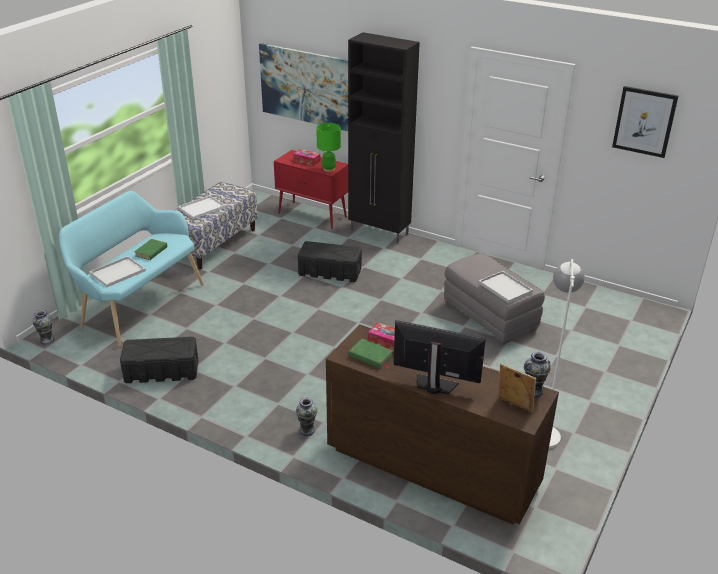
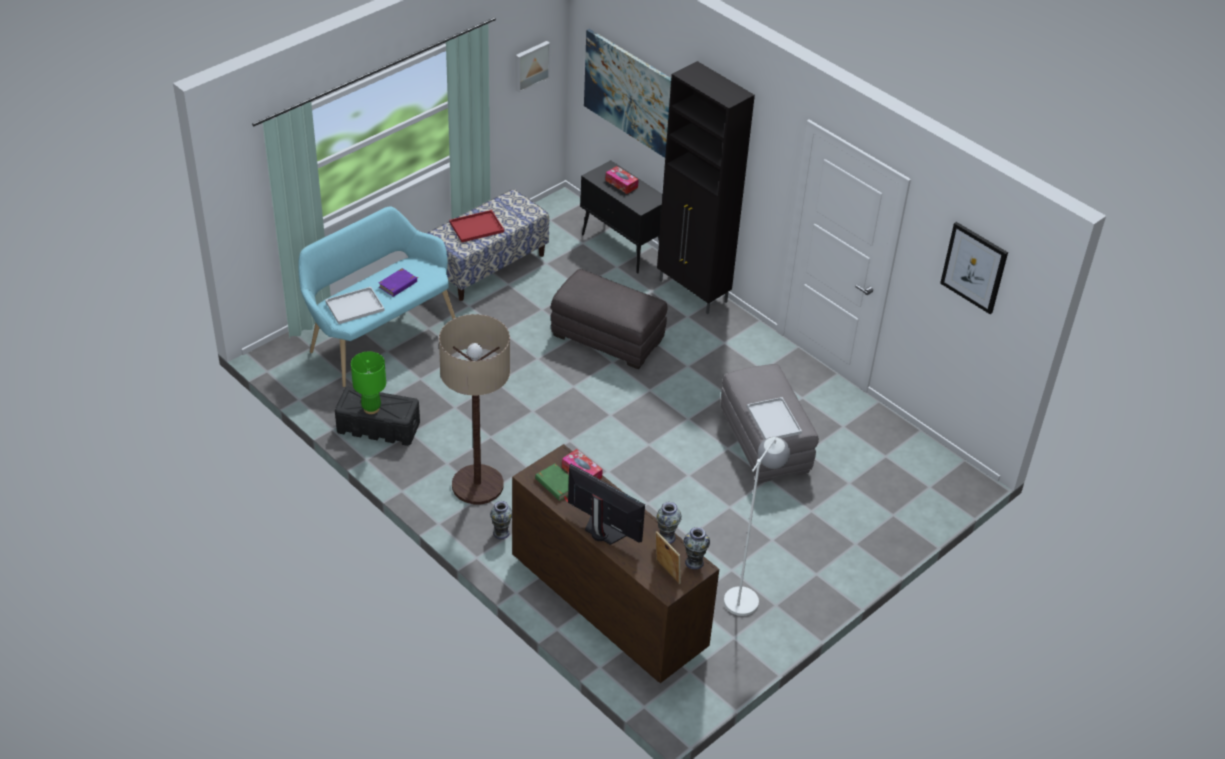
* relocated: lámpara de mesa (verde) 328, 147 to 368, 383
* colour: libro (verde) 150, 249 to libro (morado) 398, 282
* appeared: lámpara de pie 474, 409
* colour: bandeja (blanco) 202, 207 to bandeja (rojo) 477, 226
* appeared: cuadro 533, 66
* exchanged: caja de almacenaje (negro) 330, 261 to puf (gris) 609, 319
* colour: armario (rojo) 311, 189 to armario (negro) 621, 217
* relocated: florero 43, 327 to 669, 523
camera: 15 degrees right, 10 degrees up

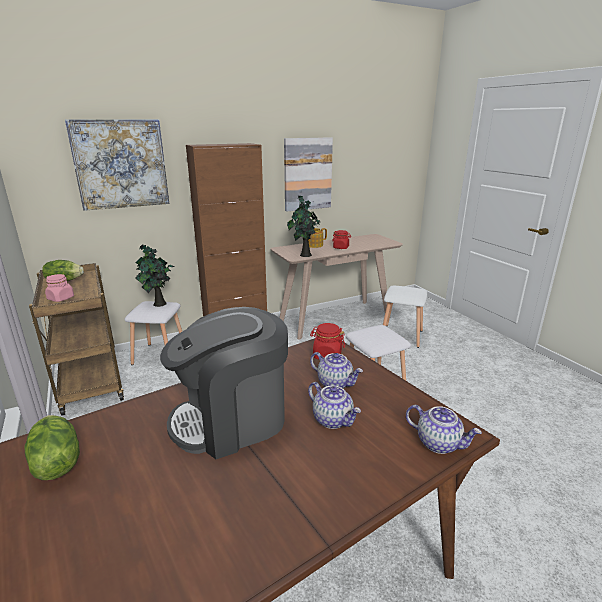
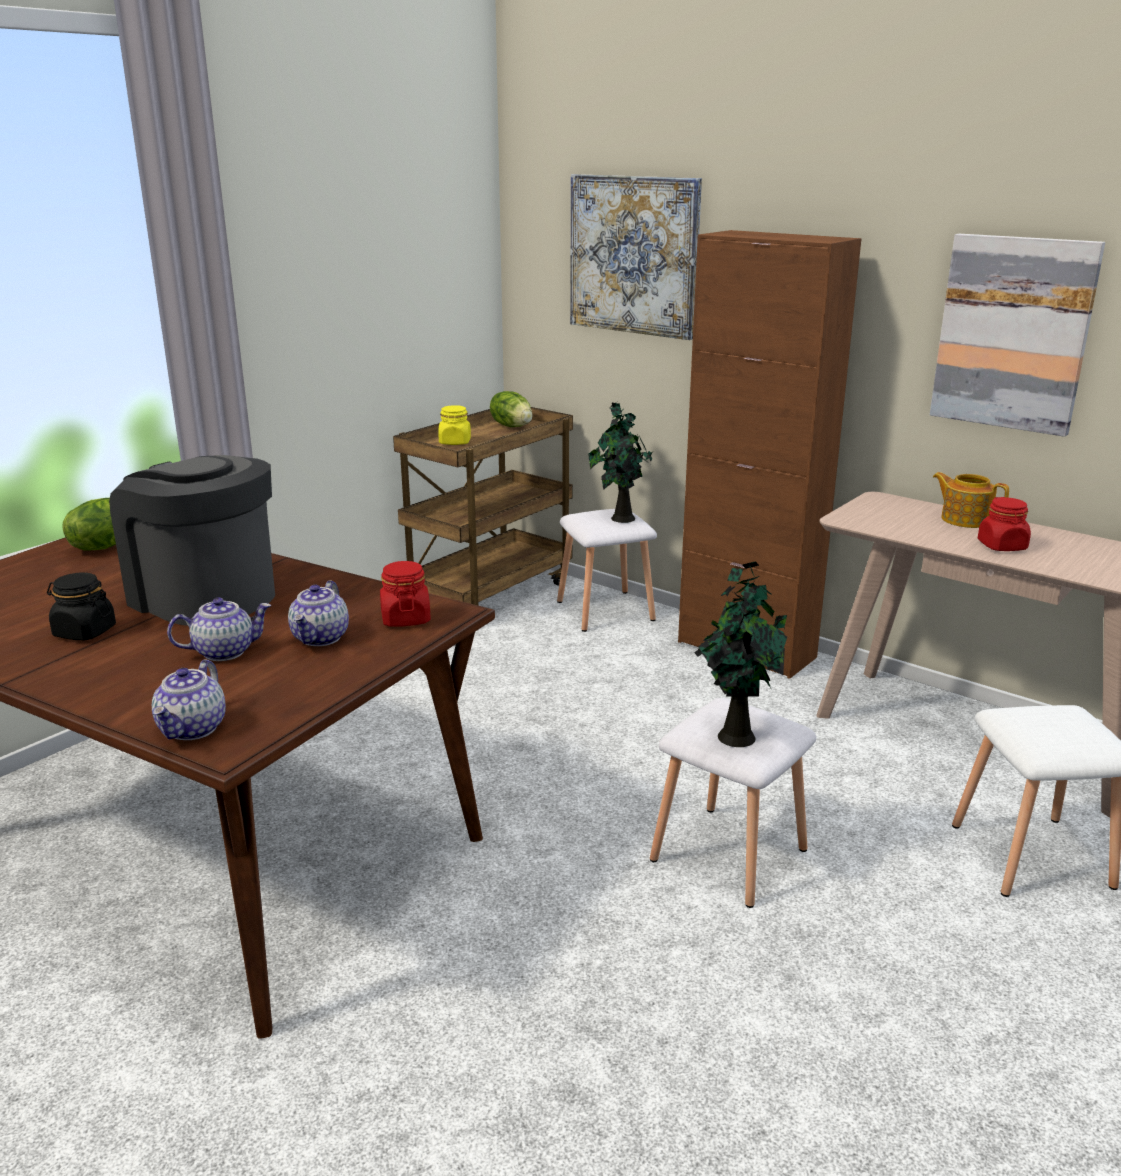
* appeared: tarro (negro) 81, 606
* spun: tetera 334, 405 = 219, 629 135 degrees counterclockwise
* colour: tarro (rosa) 59, 288 to tarro (amarillo) 454, 425
* relocated: planta en maceta 303, 226 to 740, 654
camera: 65 degrees right, 0 degrees up

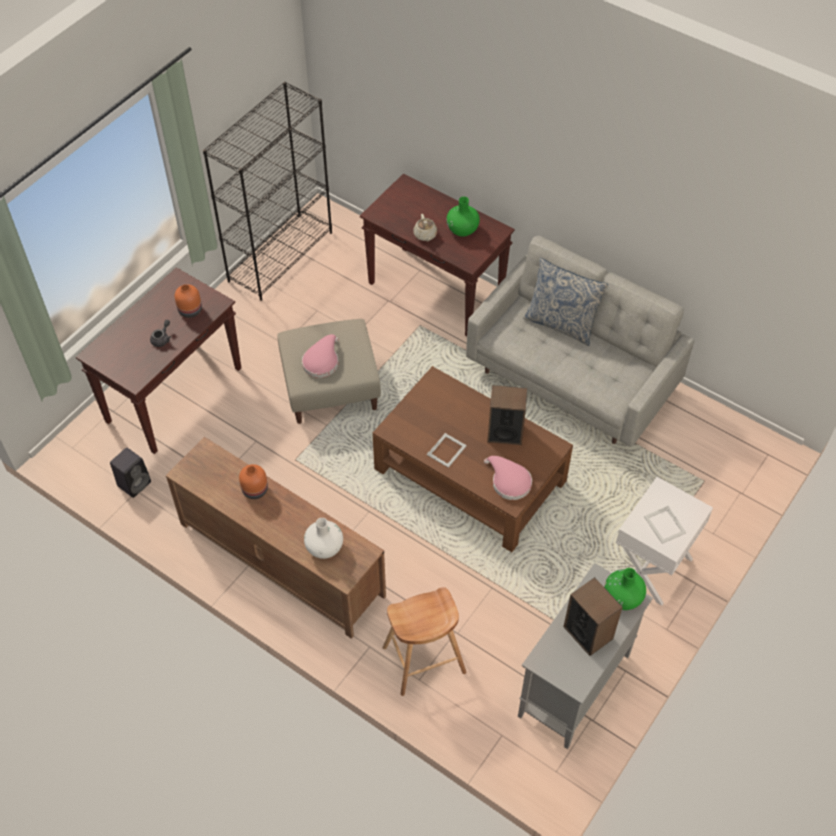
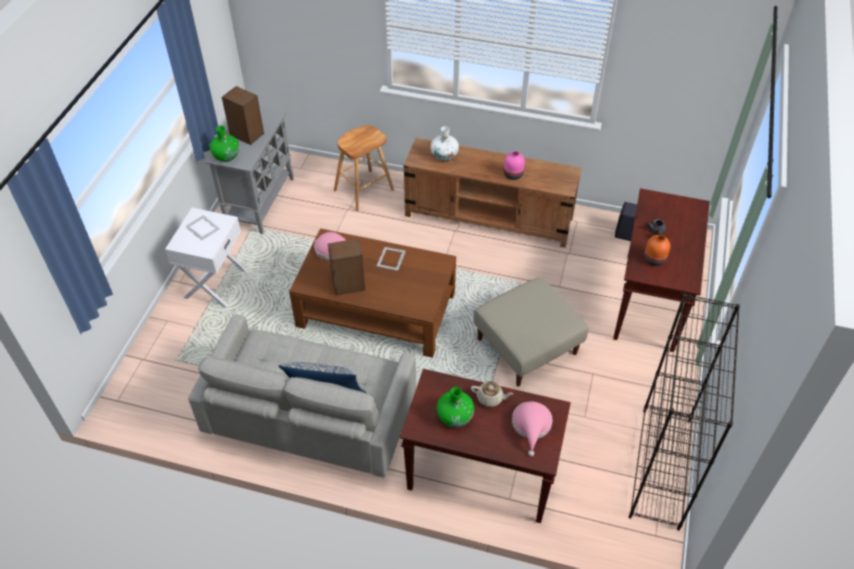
* spun: tetera (beis) 425, 227 = 492, 394 135 degrees clockwise
* colour: florero (naranja) 253, 481 to florero (rosa) 514, 165
* relocated: sombrero (rosa) 320, 356 to 532, 429
camera: 160 degrees right, 5 degrees down

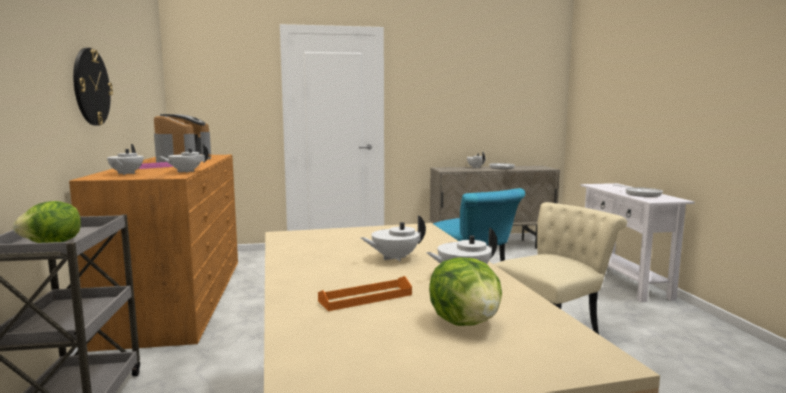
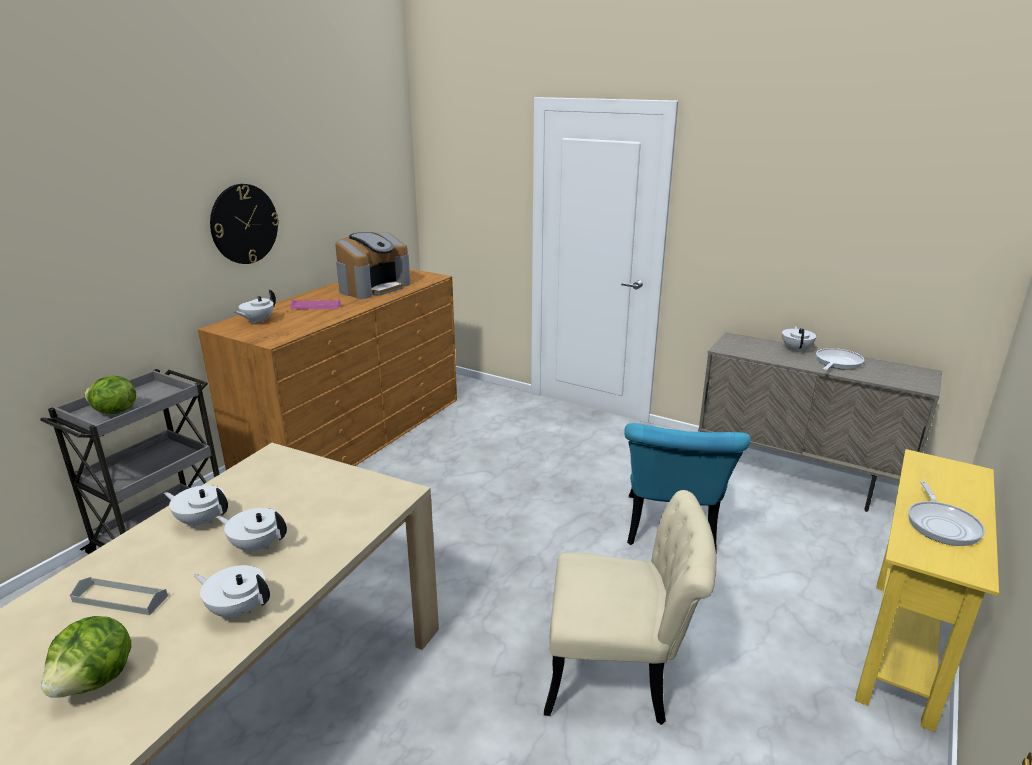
* colour: bandeja (naranja) 365, 293 to bandeja (gris) 119, 596
* relocated: tetera (blanco) 183, 158 to 196, 506
* colour: mesa consola (blanco) 637, 242 to mesa consola (amarillo) 927, 590
camera: 40 degrees right, 15 degrees up

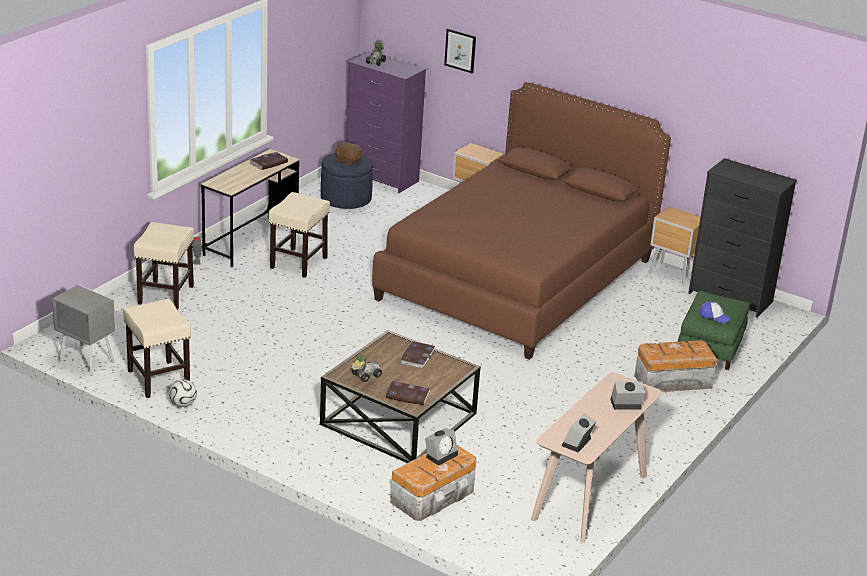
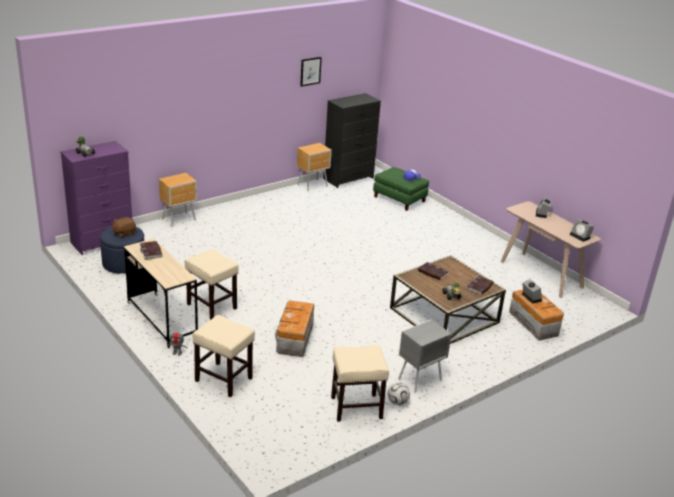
* relocated: caja de almacenaje 675, 366 to 294, 329
* relocated: cuadro 460, 50 to 311, 72
* relocated: mesita de noche (gris) 84, 330 to 424, 356
* missing: cama (marrón) 521, 221
camera: 70 degrees left, 0 degrees up

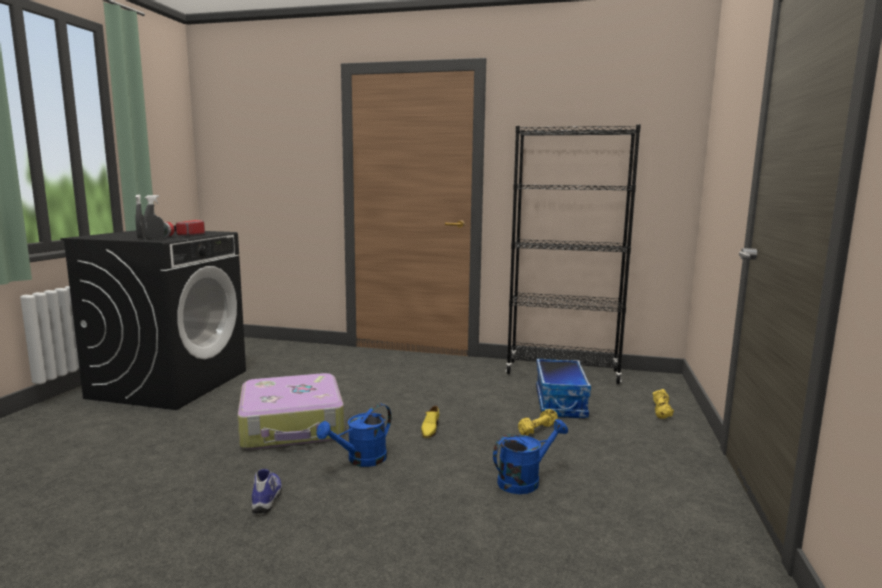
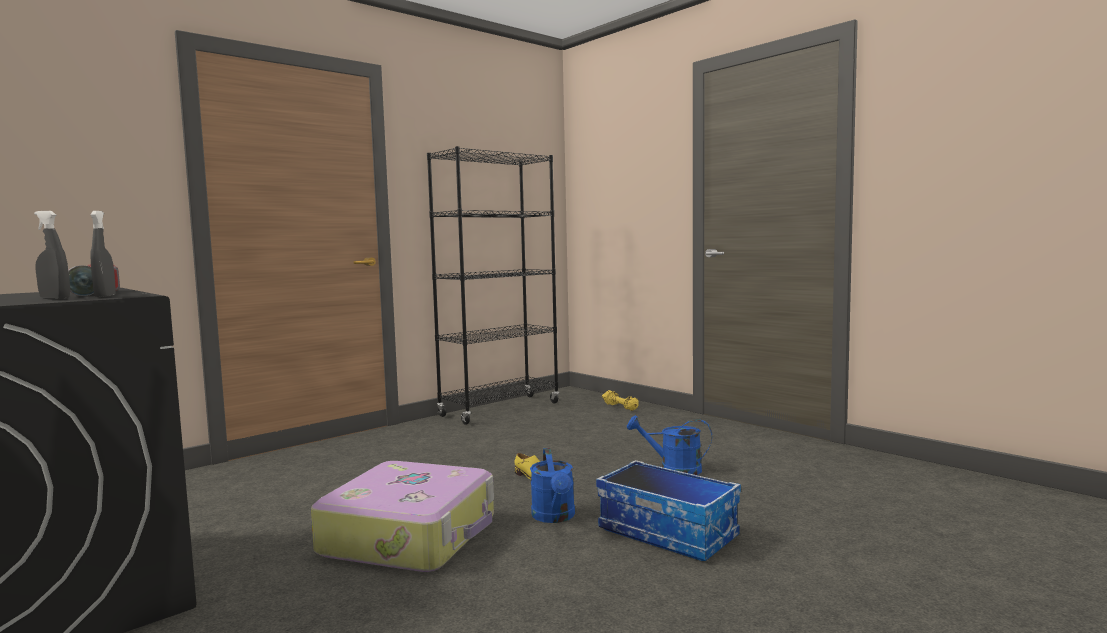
* relocated: caja de almacenaje 563, 388 to 668, 510
* spun: regadera (azul) 530, 456 = 669, 445 75 degrees counterclockwise
* missing: zapato 267, 491
* missing: mancuerna (amarillo) 538, 422
camera: 55 degrees left, 5 degrees down

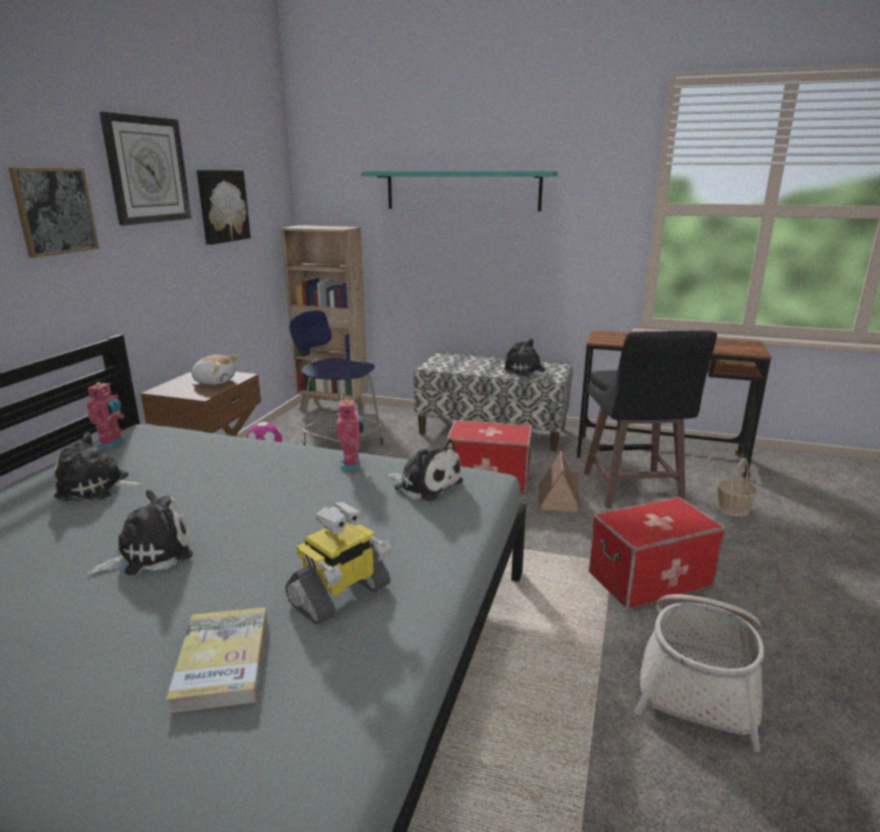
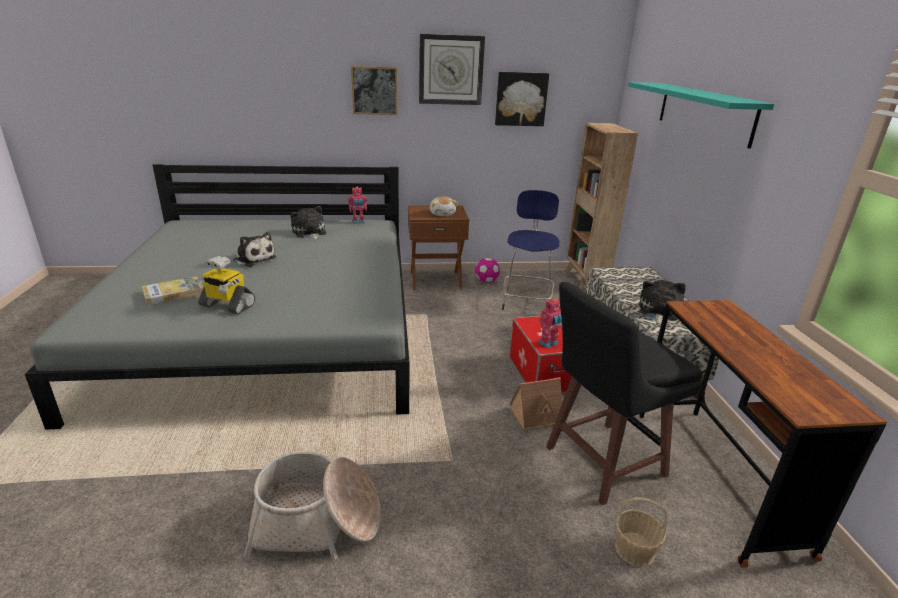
* relocated: robot de juguete 350, 433 to 550, 323
* missing: peluche 425, 470
* missing: caja de almacenaje 657, 553
camera: 65 degrees right, 5 degrees up

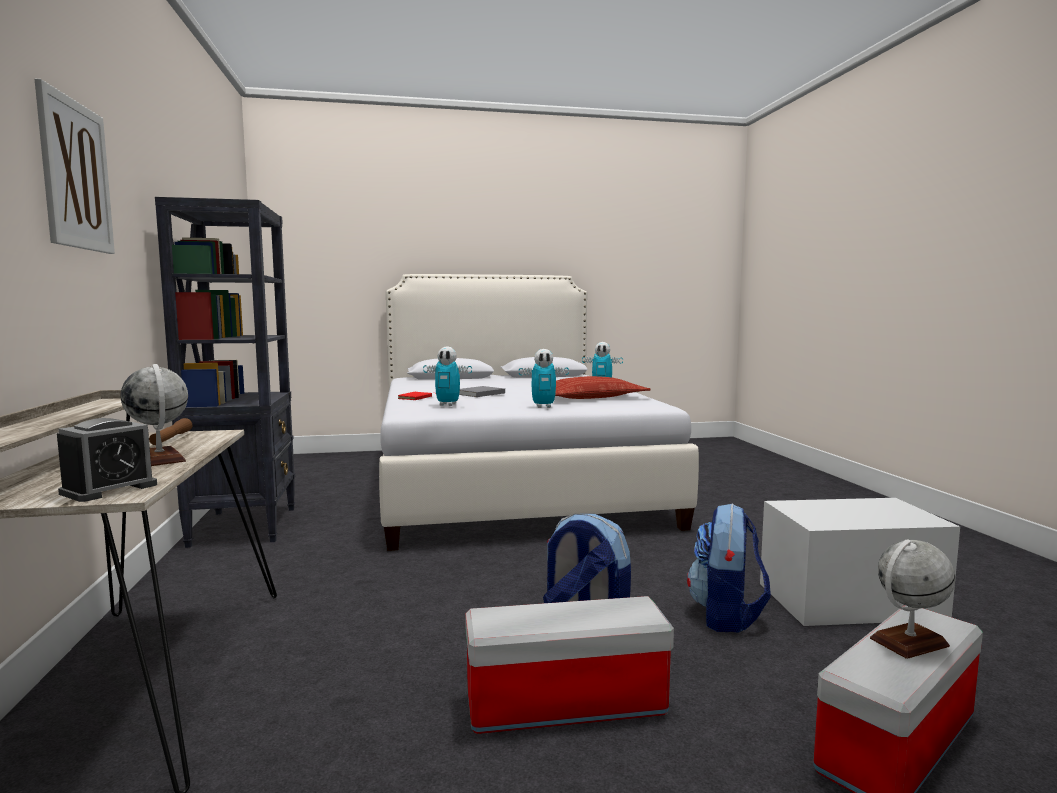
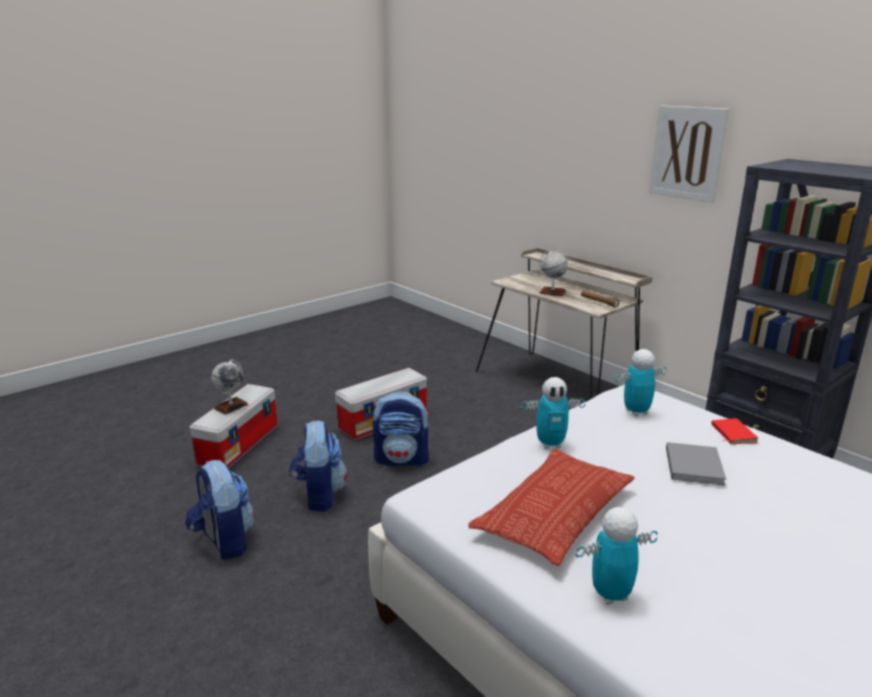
* exchanged: caja de almacenaje (blanco) 860, 562 to mochila 219, 510
* spun: robot de juguete 544, 378 = 553, 413 150 degrees counterclockwise
* missing: despertador 107, 460
camera: 150 degrees right, 15 degrees up

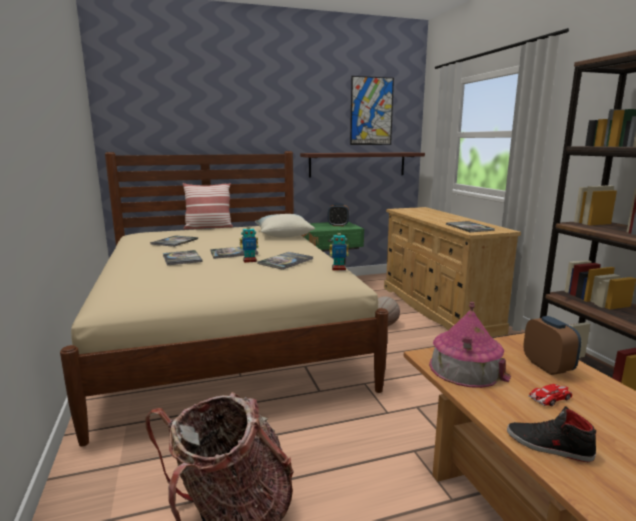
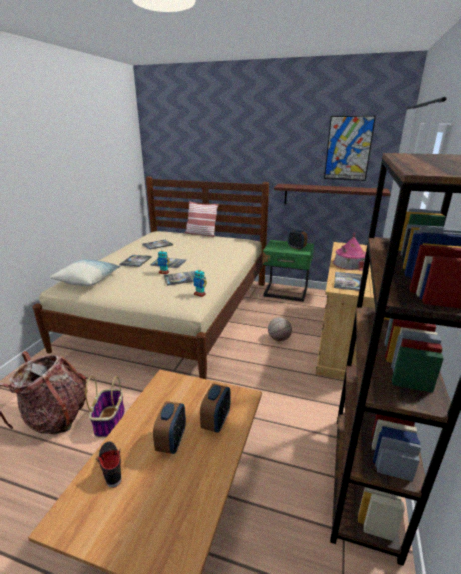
* relocated: cojín 285, 225 to 85, 272
* appeared: cesta 105, 406
* exchanged: coche de juguete 550, 395 to despertador 169, 427
* relocated: casita 470, 345 to 349, 252
camera: 35 degrees right, 10 degrees up

